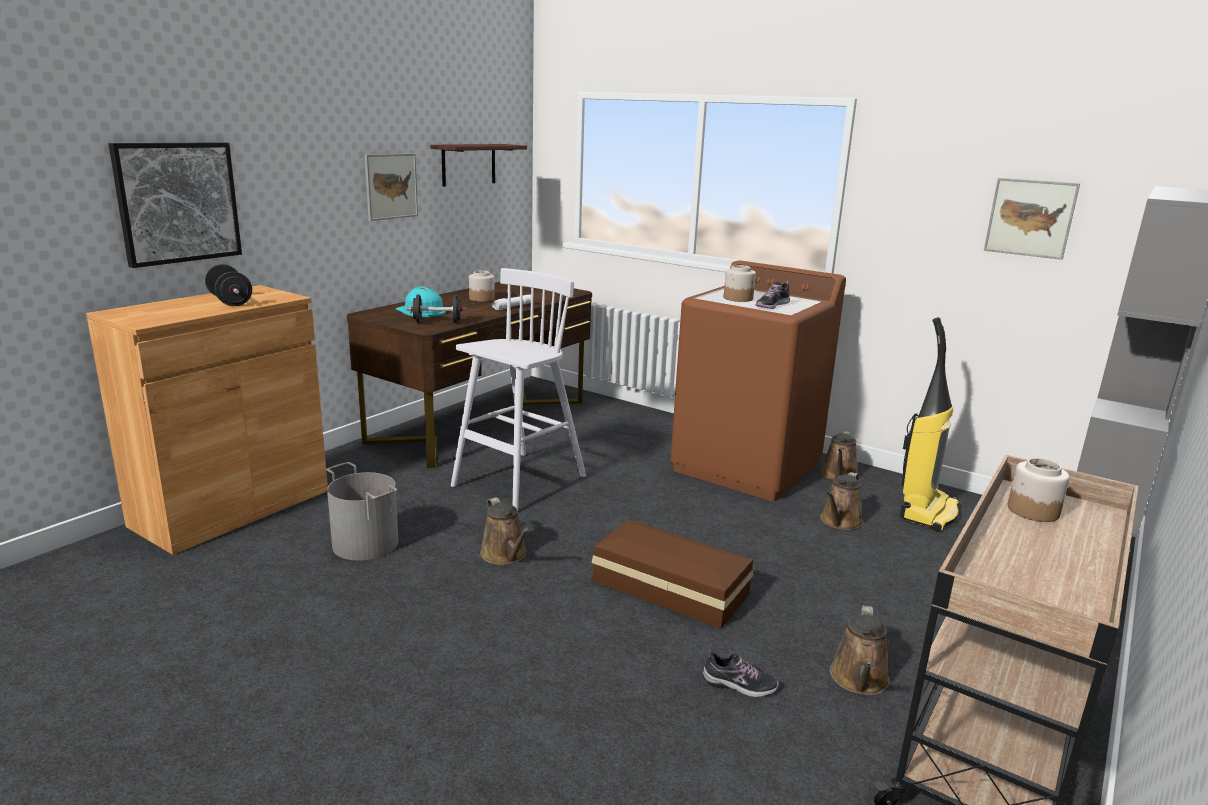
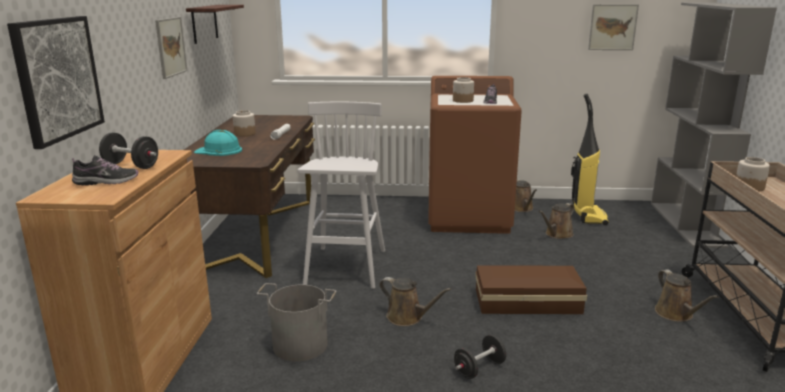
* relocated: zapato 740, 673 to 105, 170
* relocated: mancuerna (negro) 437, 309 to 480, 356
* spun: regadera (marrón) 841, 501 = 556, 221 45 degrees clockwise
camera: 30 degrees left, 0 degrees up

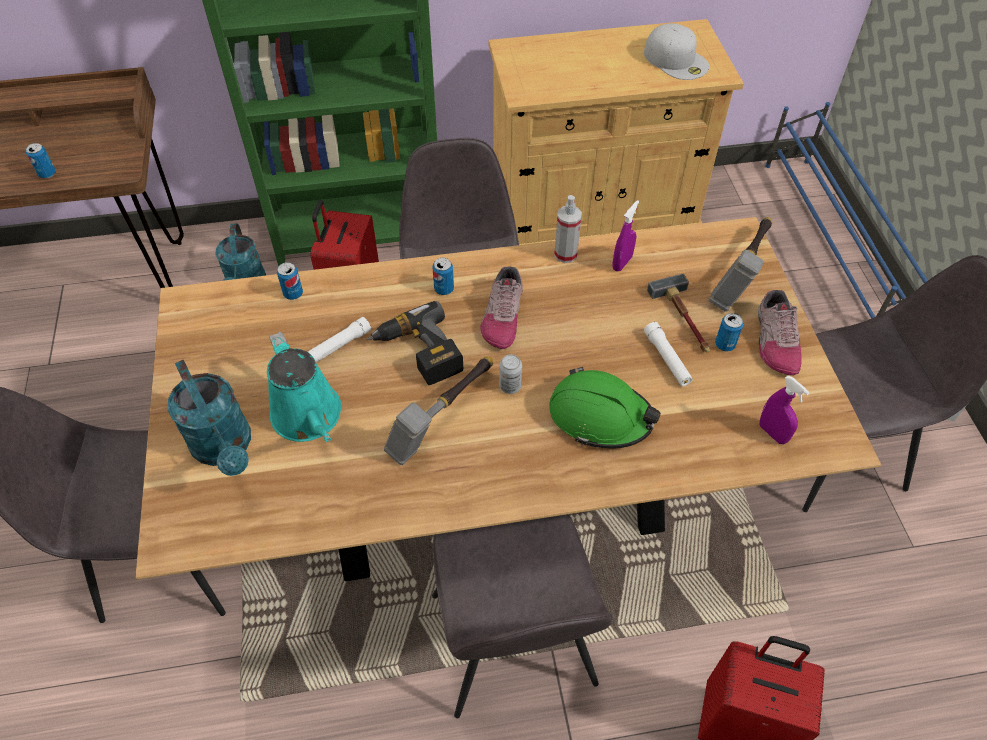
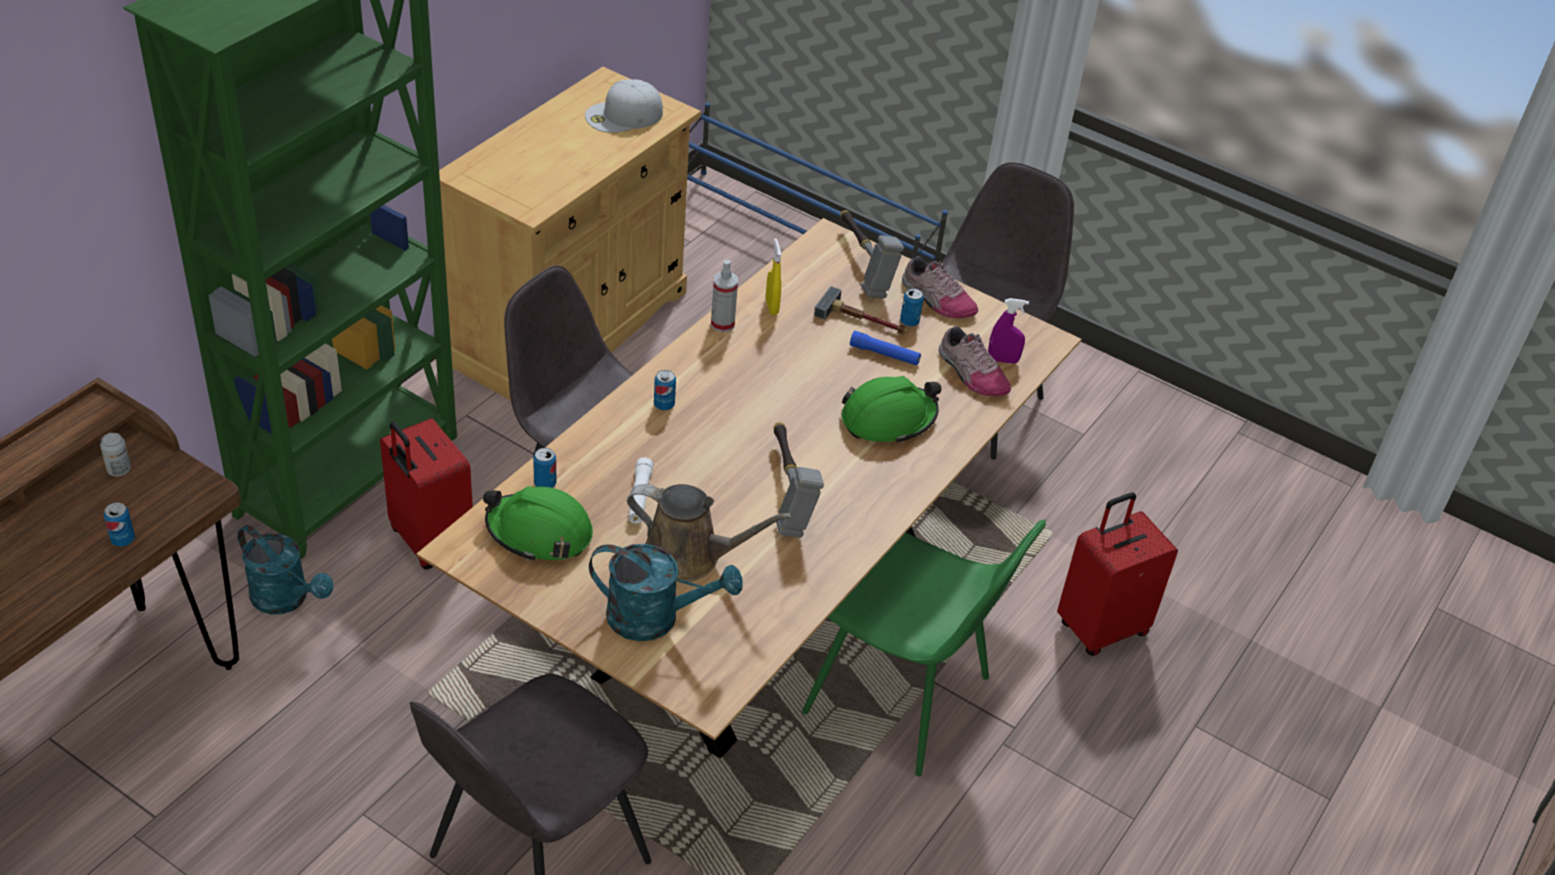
* relocated: lata 510, 374 to 115, 454
* appeared: casco (verde) 538, 523
* spun: gorra (blanco) 677, 51 = 624, 106 150 degrees clockwise
* colour: regadera (turquesa) 304, 387 to regadera (marrón) 709, 533
* colour: pulverizador (morado) 625, 236 to pulverizador (amarillo) 773, 276
* colour: silla (gris) 522, 616 to silla (verde) 924, 647
* colour: linterna (blanco) 668, 354 to linterna (azul) 885, 348
* relocated: zapato 501, 308 to 975, 361
* missing: taladro 415, 343
camera: 50 degrees left, 10 degrees down

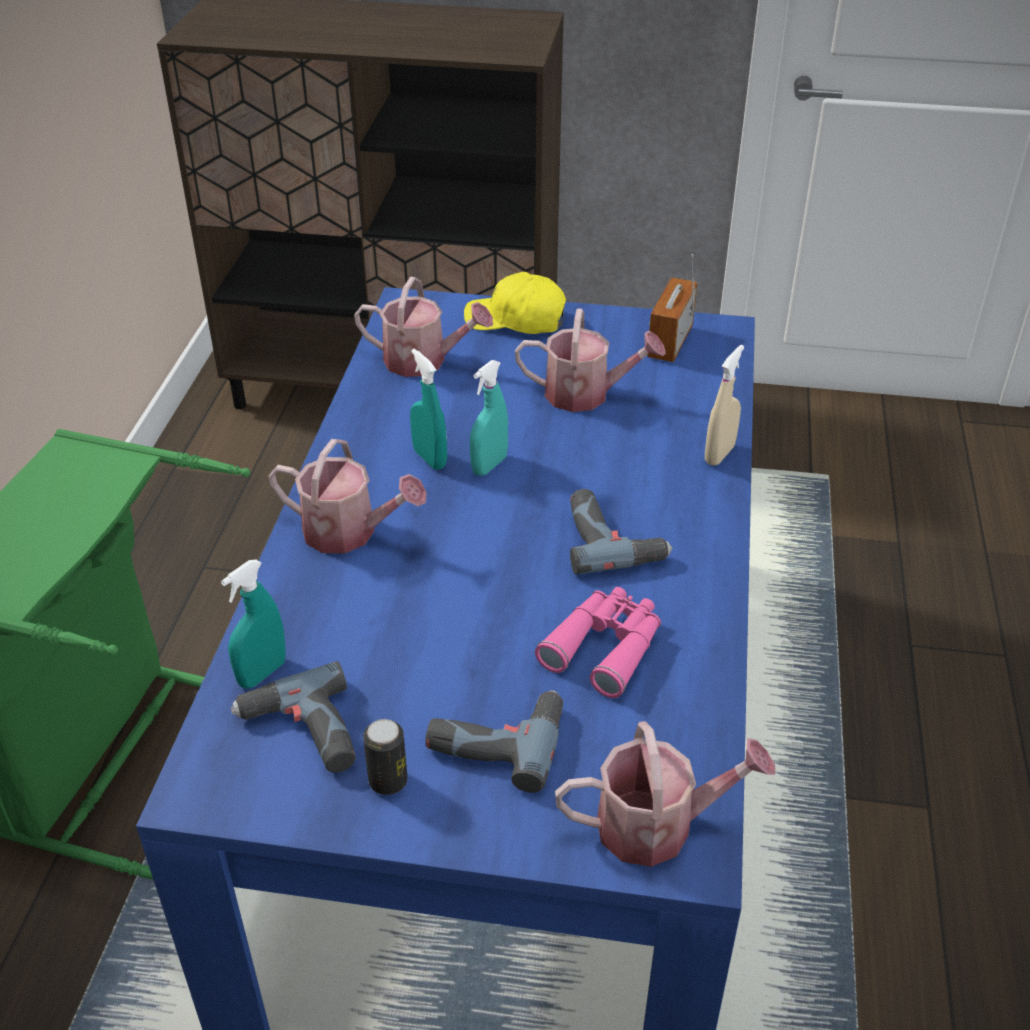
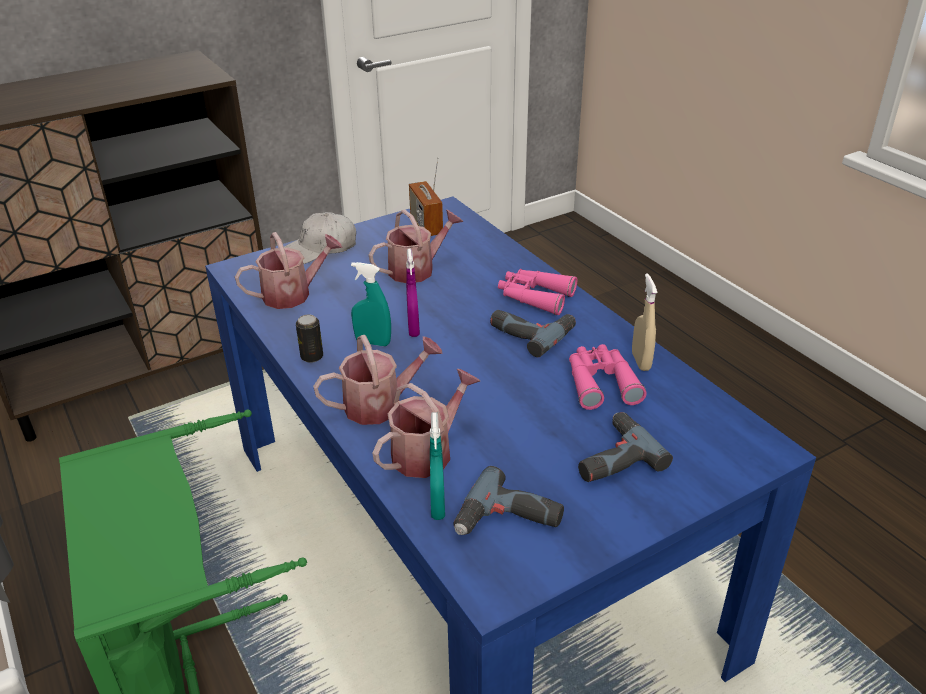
* colour: gorra (amarillo) 515, 303 to gorra (blanco) 320, 238
* relocated: lata 385, 757 to 309, 338
* relocated: regadera 665, 794 to 426, 423
* colour: pulverizador (turquesa) 489, 418 to pulverizador (morado) 413, 292
* appeared: prismáticos (rosa) 537, 292
* relocated: pulverizador (beis) 724, 405 to 645, 322
camera: 40 degrees left, 5 degrees down

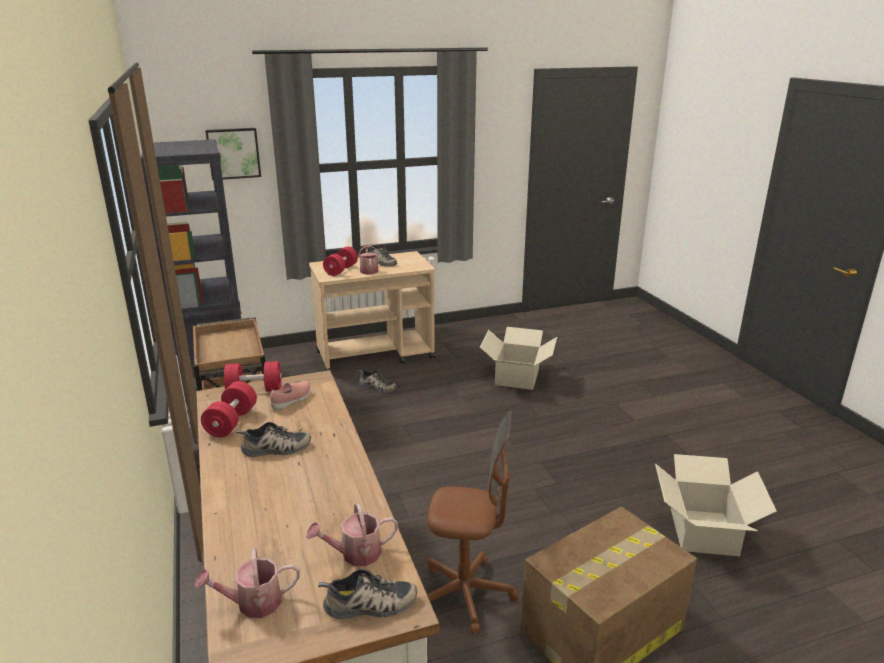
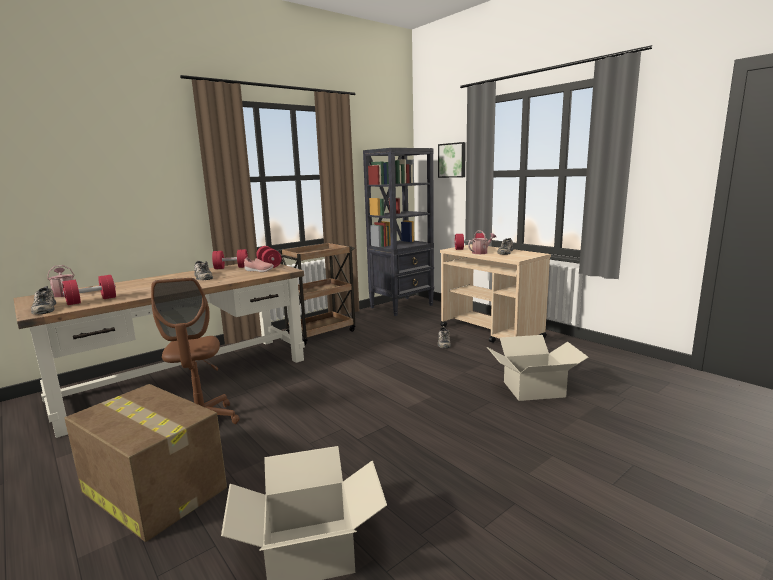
* exchanged: regadera 352, 534 to mancuerna (rojo) 89, 290
camera: 70 degrees right, 10 degrees down

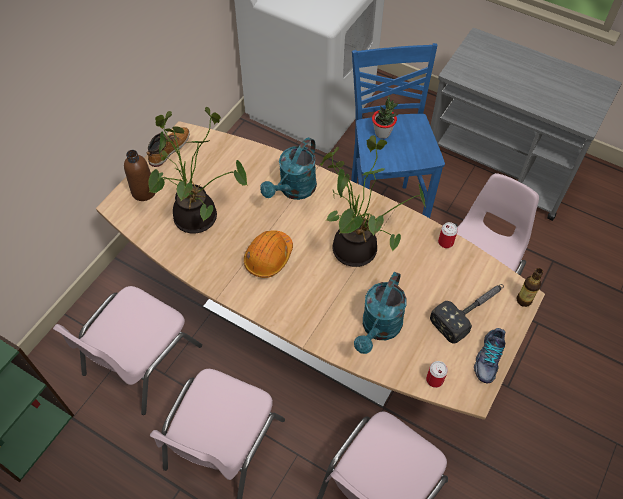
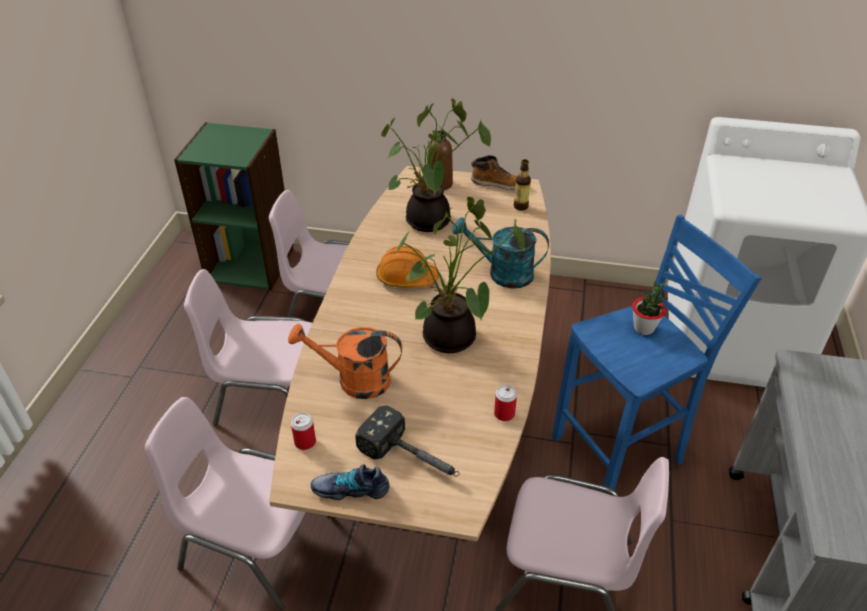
* colour: regadera (turquesa) 380, 313 to regadera (naranja) 345, 361
* relocated: botella 530, 287 to 522, 185
camera: 70 degrees right, 15 degrees down

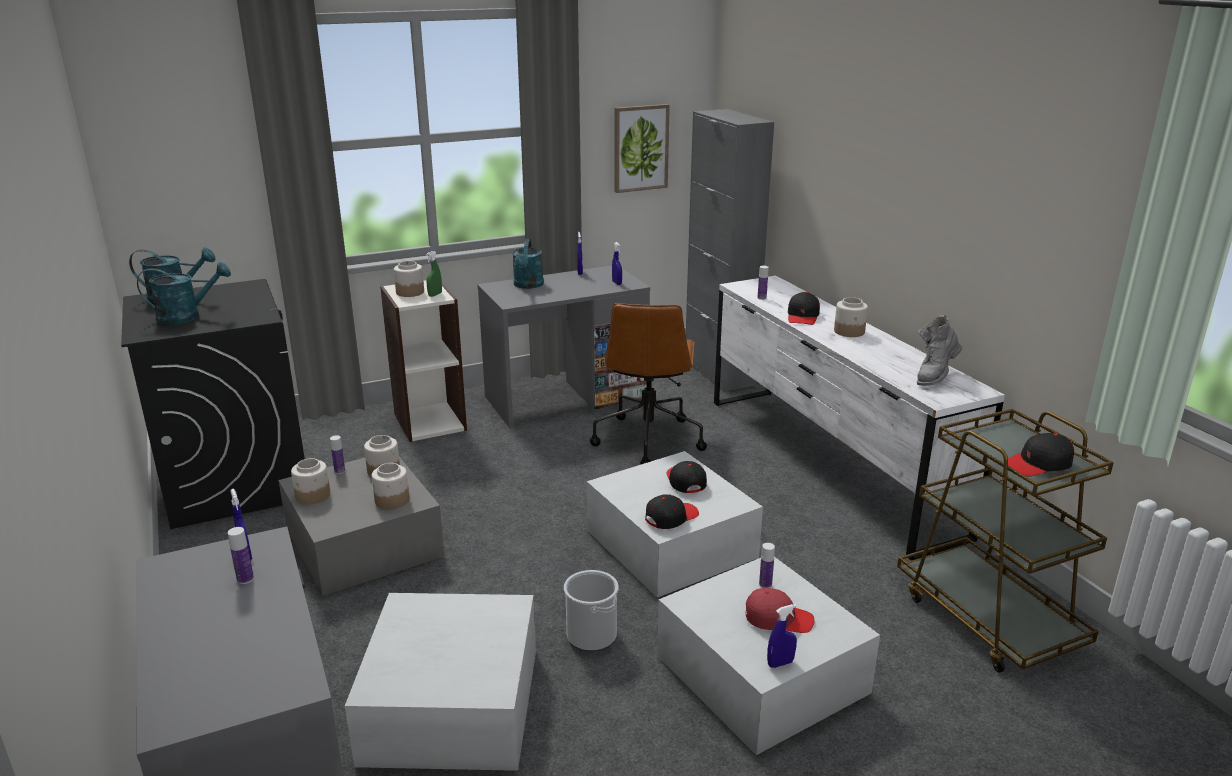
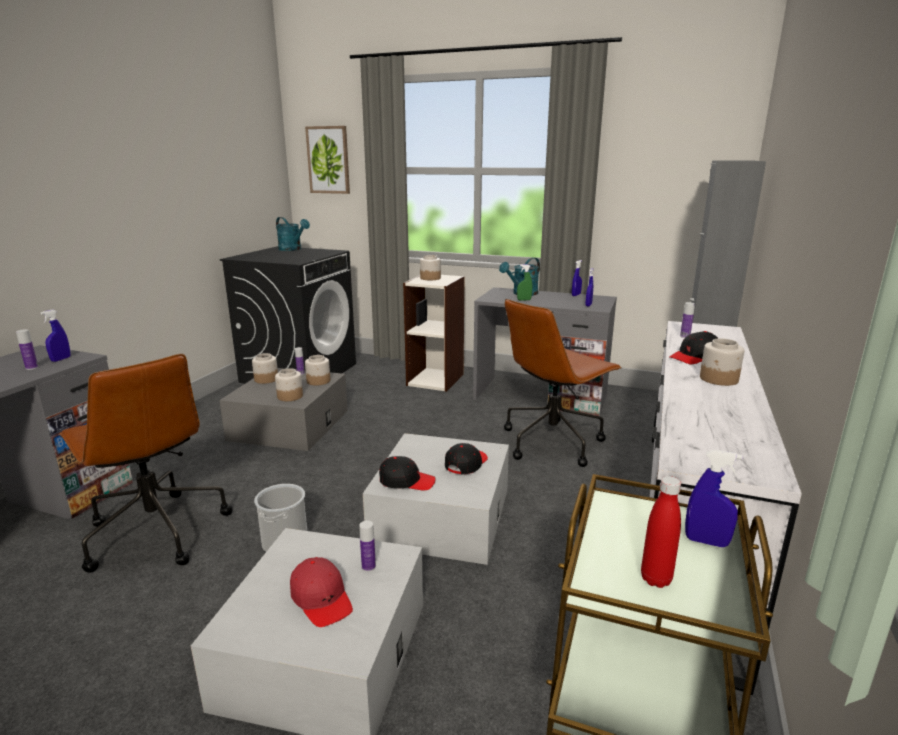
* exchanged: caja de almacenaje (blanco) 440, 682 to silla de oficina (marrón) 145, 463
* relocated: cuadro 642, 148 to 327, 160
* relocated: pulverizador (verde) 434, 274 to 524, 282
* exchanged: gorra (negro) 1041, 454 to botella (rojo) 661, 532
* relocated: pulverizador (azul) 782, 636 to 714, 498
* missing: regadera (turquesa) 184, 293
* missing: bota (gris) 939, 350
camera: 45 degrees right, 5 degrees down

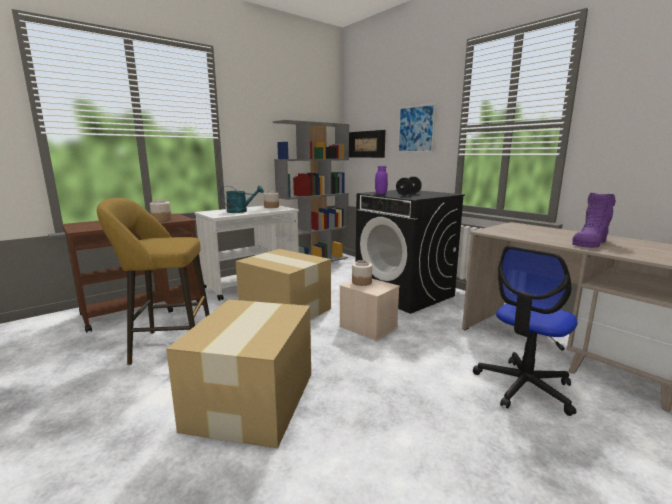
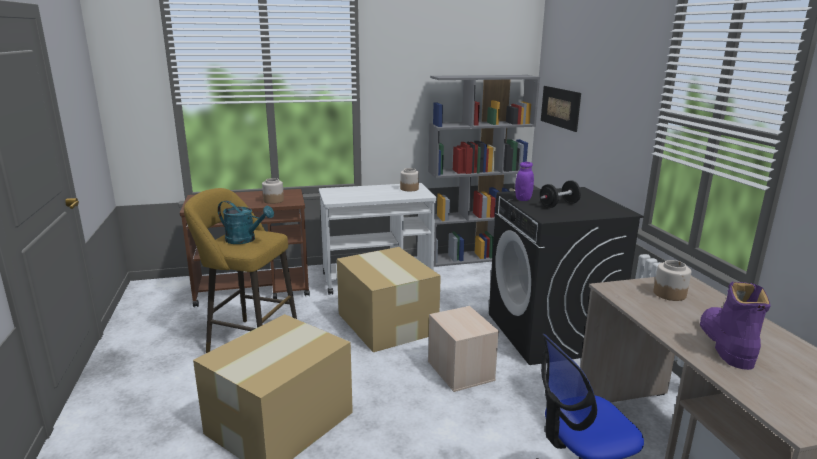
* relocated: regadera (turquesa) 242, 199 to 246, 222
* relocated: tarro 362, 273 to 672, 280
* spun: bota (morado) 594, 220 = 735, 326 120 degrees clockwise
* missing: cuadro 417, 127
camera: 25 degrees right, 5 degrees up

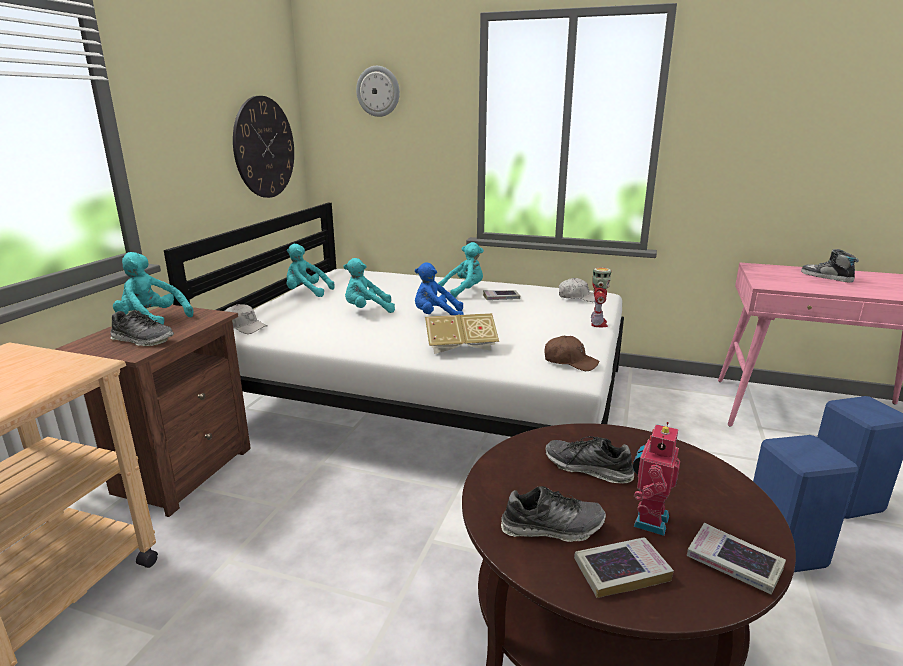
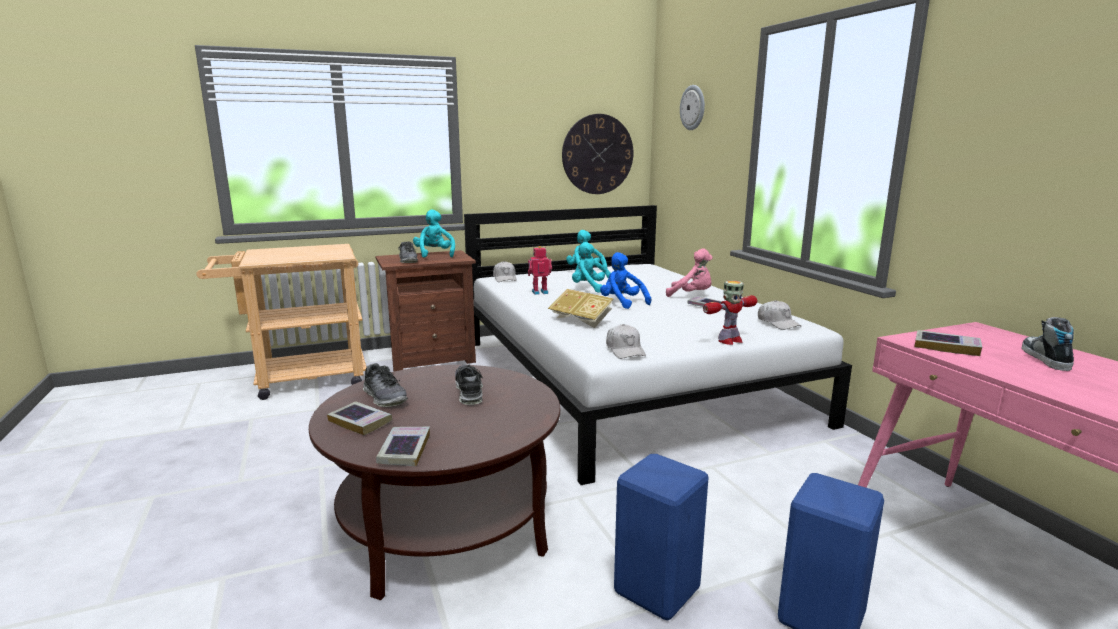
* relocated: robot de juguete 656, 479 to 540, 270
* colour: gorra (marrón) 571, 353 to gorra (blanco) 626, 341
* colour: peluche (turquesa) 461, 270 to peluche (rosa) 689, 273
* appeared: libro 948, 343
camera: 50 degrees right, 5 degrees down

